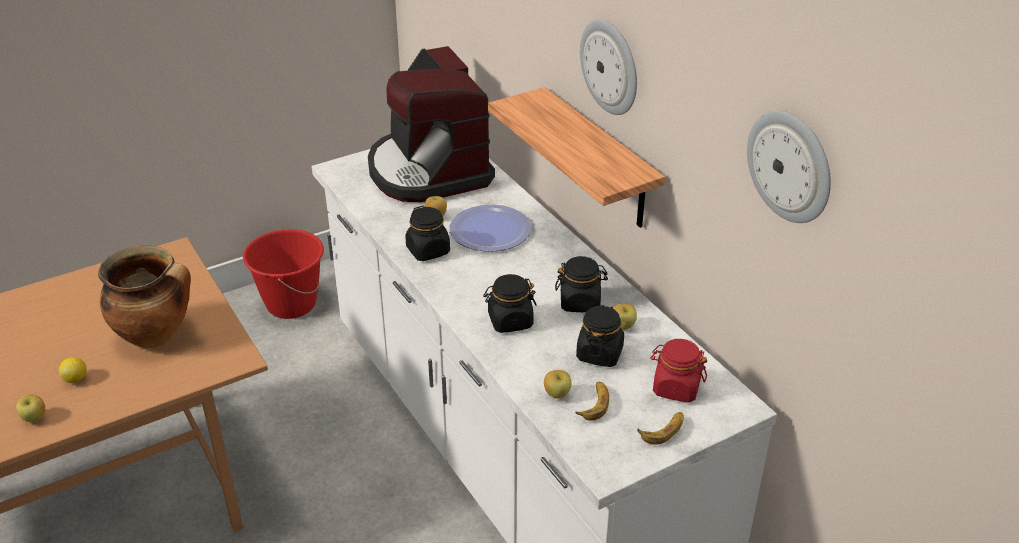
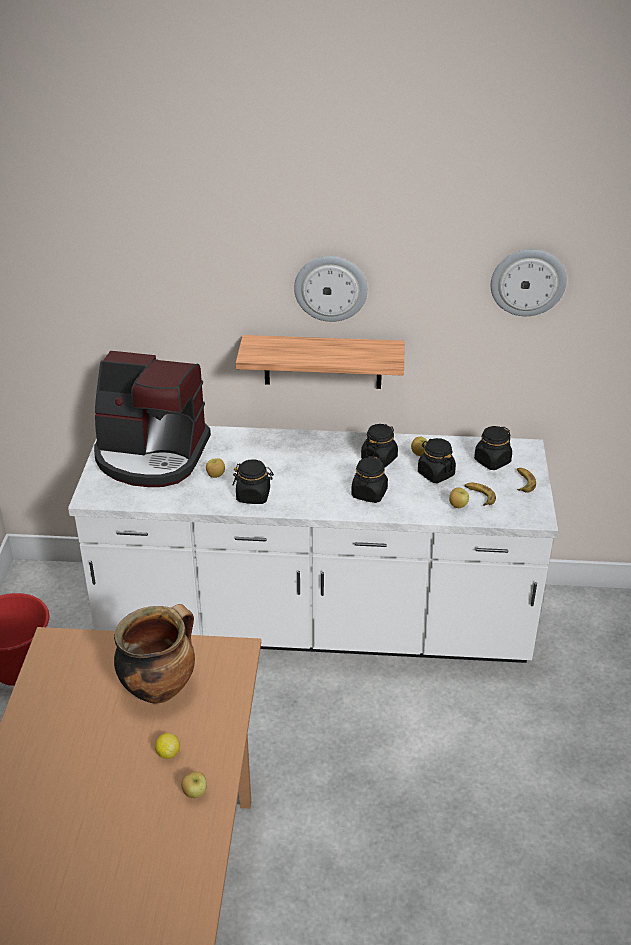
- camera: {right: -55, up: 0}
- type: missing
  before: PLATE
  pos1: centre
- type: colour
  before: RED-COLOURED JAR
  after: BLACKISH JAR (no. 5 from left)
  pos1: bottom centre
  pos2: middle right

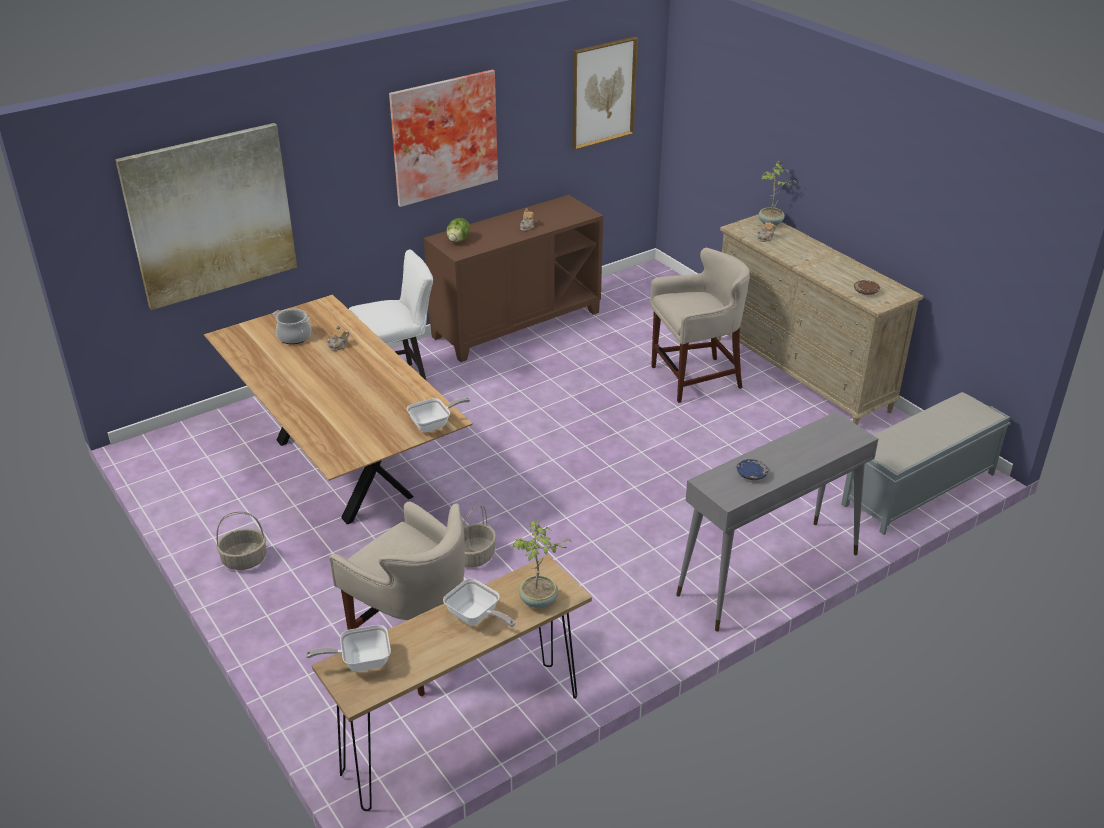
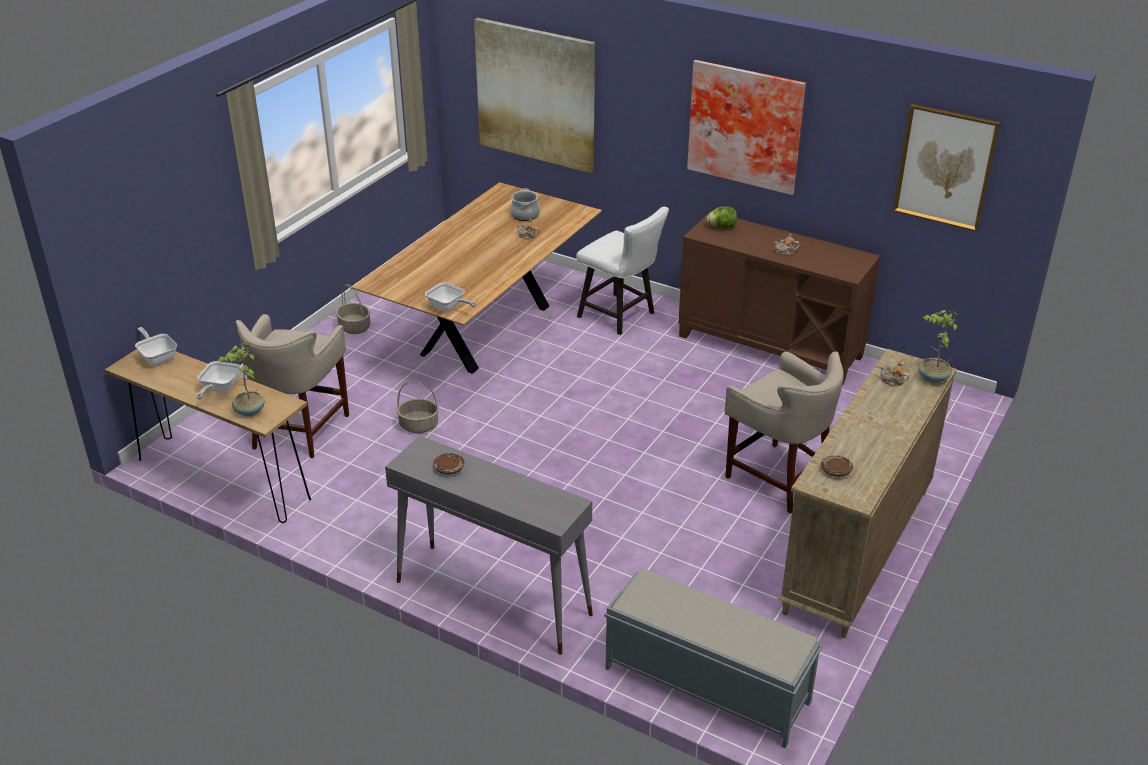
- camera: {right: 65, up: 0}
- type: colour
  before: BLUE-COLOURED PLATE
  after: BROWN-COLOURED PLATE (no. 1 from left)
  pos1: middle right
  pos2: centre

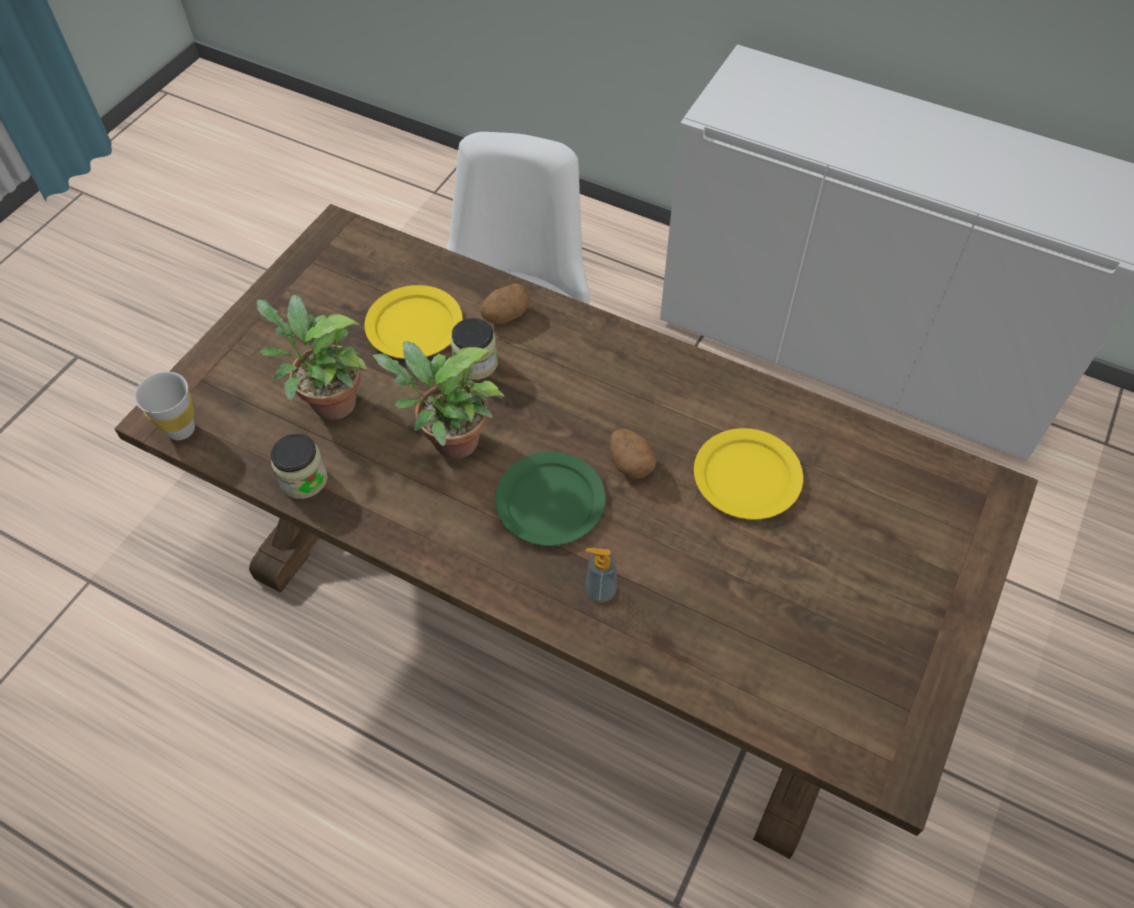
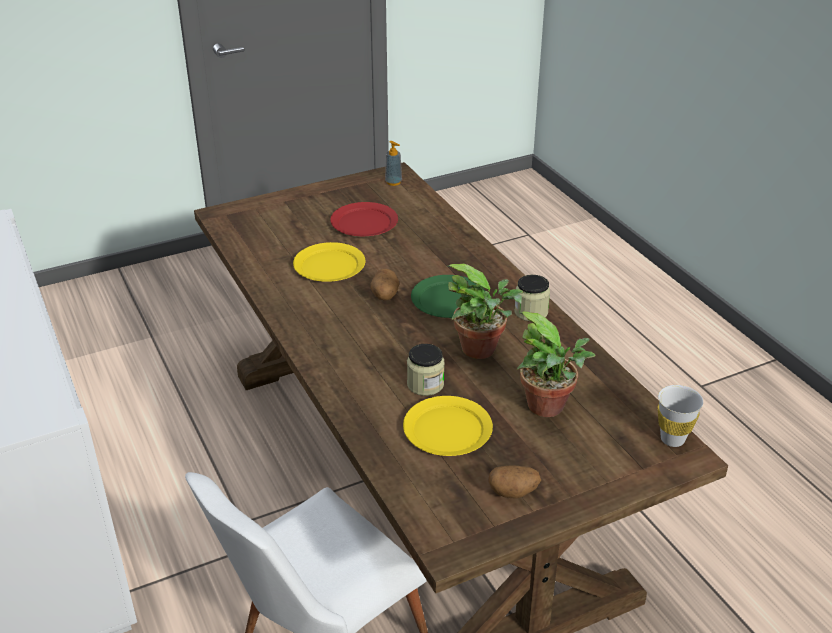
- camera: {right: -145, up: -20}
- type: appeared
  after: RED-COLOURED PLATE
  pos2: centre
- type: relocated
  before: JAR (no. 1 from left in the first image)
  after: JAR (no. 2 from left)
  pos1: middle left
  pos2: centre
- type: relocated
  before: SPUD (no. 1 from left in the first image)
  after: SPUD (no. 2 from left)
  pos1: centre
  pos2: bottom centre
- type: relocated
  before: SOAP BOTTLE
  pos1: centre
  pos2: top centre

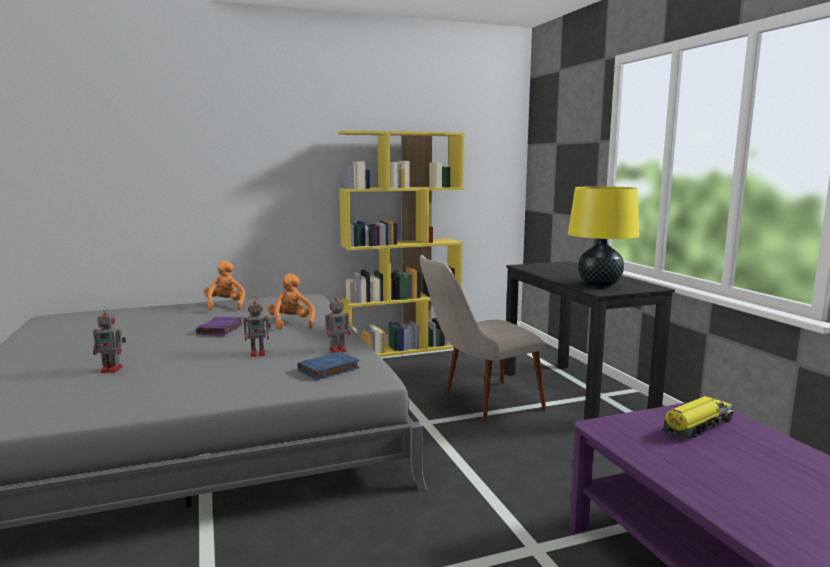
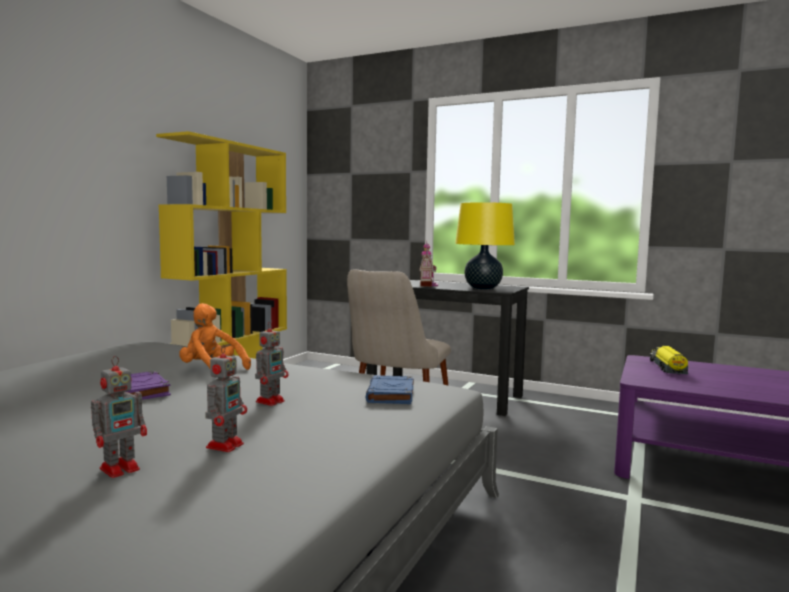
- camera: {right: -45, up: -5}
- type: missing
  before: ORANGE-COLOURED PLUSH TOY (no. 1 from left)
  pos1: middle left
- type: appeared
  after: MODEL HOUSE
  pos2: centre
- type: relocated
  before: MODEL ROBOT (no. 3 from left in the first image)
  after: MODEL ROBOT (no. 2 from left)
  pos1: centre
  pos2: bottom left

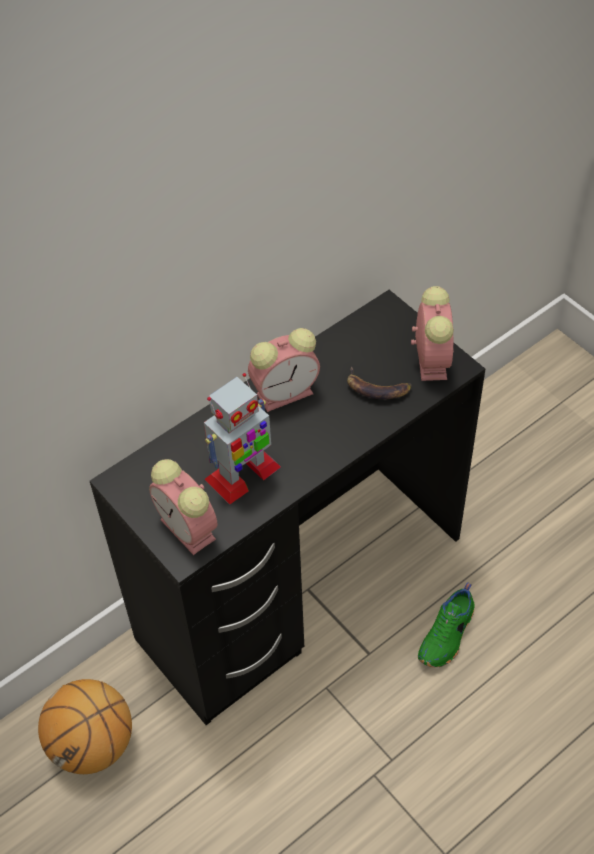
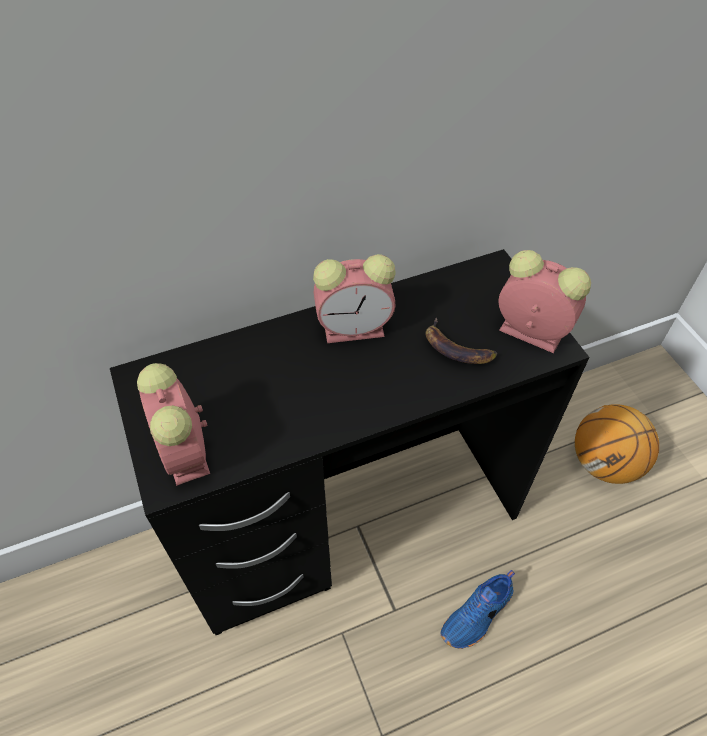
- camera: {right: 15, up: 0}
- type: missing
  before: MODEL ROBOT
  pos1: centre
- type: relocated
  before: BASKETBALL BALL
  pos1: bottom left
  pos2: middle right
- type: colour
  before: GREENISH ITEM OF FOOTWEAR
  after: BLUE-COLOURED ITEM OF FOOTWEAR
  pos1: bottom right
  pos2: bottom right
- type: spun
  before: ALARM CLOCK (no. 3 from left)
  pos1: middle right
  pos2: middle right
  turn: -75

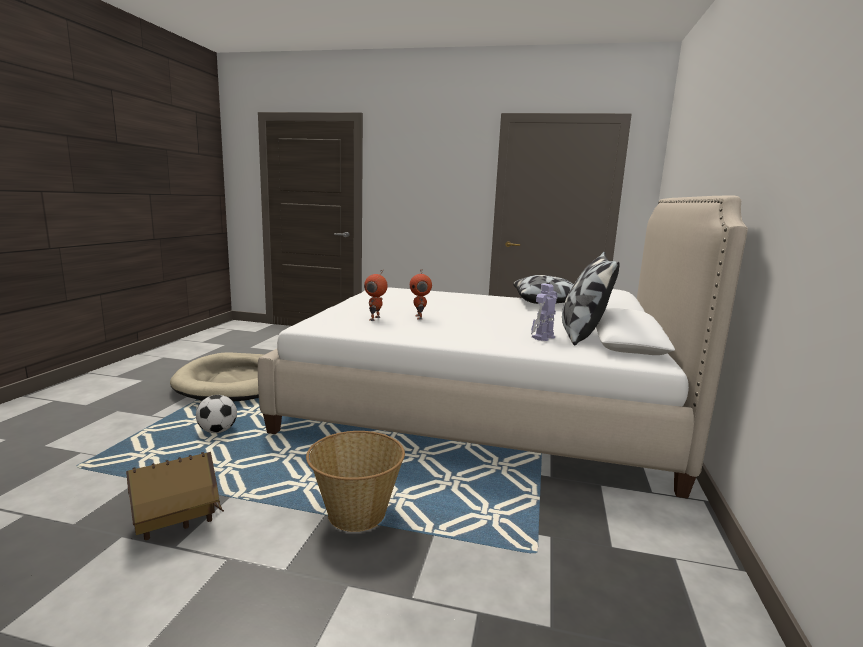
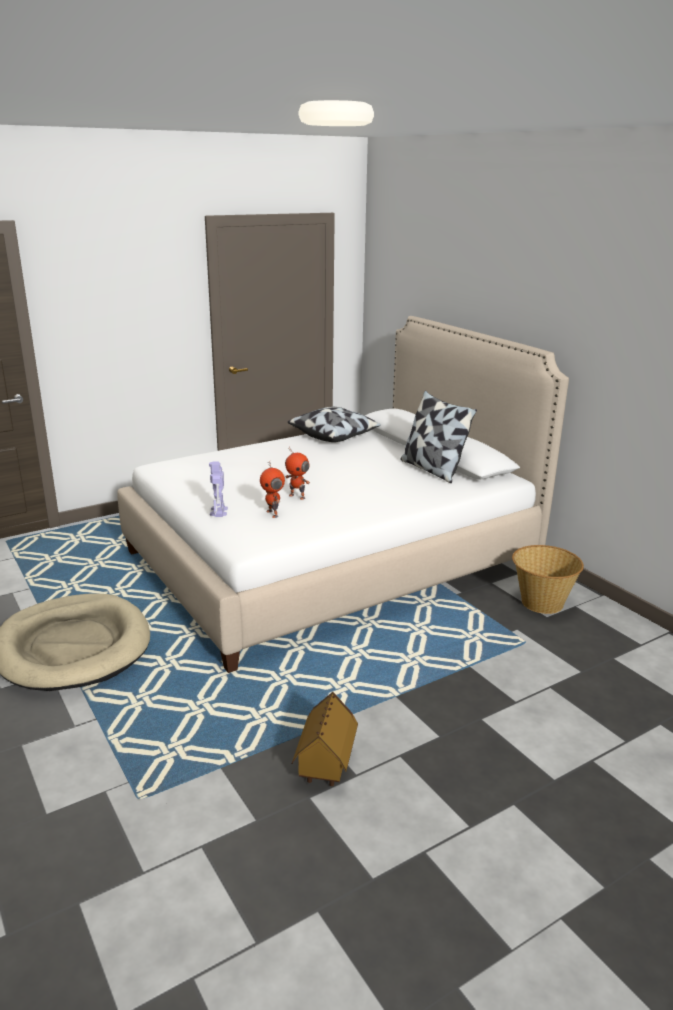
- camera: {right: -45, up: 10}
- type: missing
  before: BALL FOR FOOTBALL
  pos1: middle left
- type: relocated
  before: STORAGE BASKET
  pos1: bottom centre
  pos2: middle right
- type: relocated
  before: MODEL ROBOT (no. 3 from left in the first image)
  after: MODEL ROBOT (no. 1 from left)
  pos1: centre
  pos2: middle left

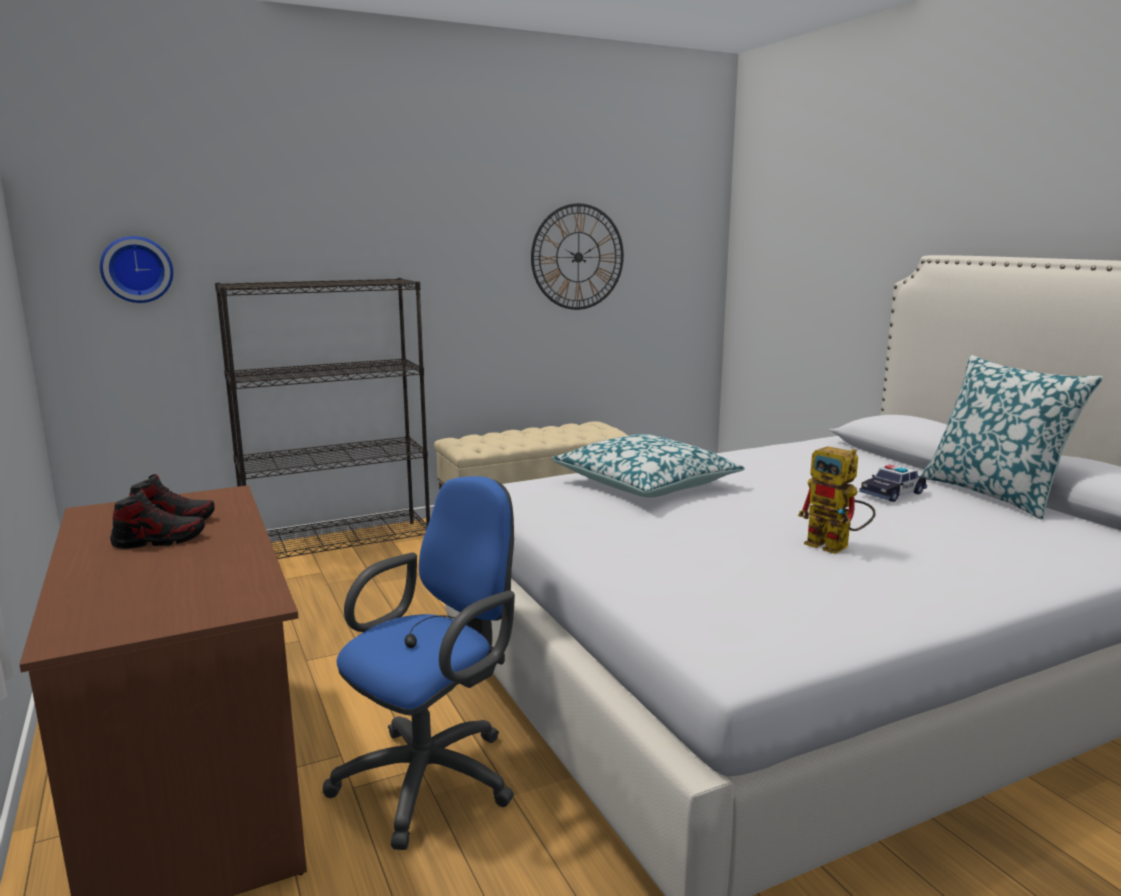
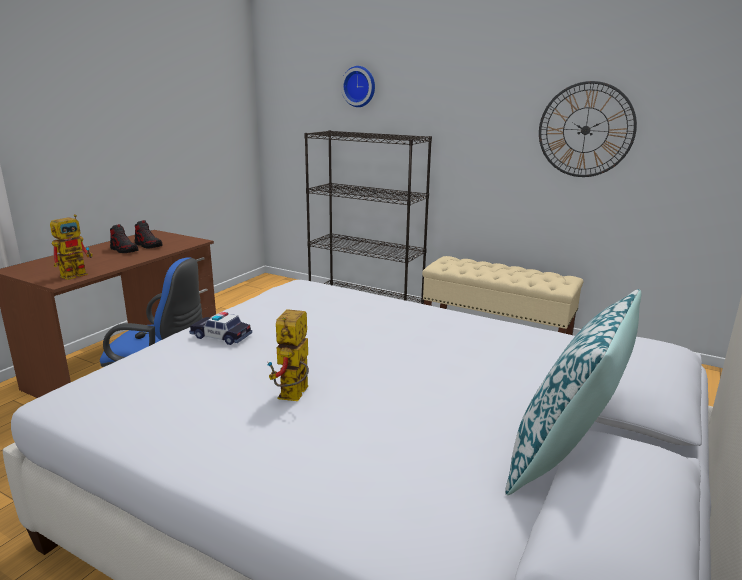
- camera: {right: 55, up: 5}
- type: missing
  before: CUSHION (no. 1 from left)
  pos1: centre
- type: appeared
  after: MODEL ROBOT (no. 1 from left)
  pos2: middle left
- type: relocated
  before: WALL CLOCK (no. 1 from left)
  pos1: top left
  pos2: top centre
- type: relocated
  before: MINIATURE CAR
  pos1: middle right
  pos2: middle left

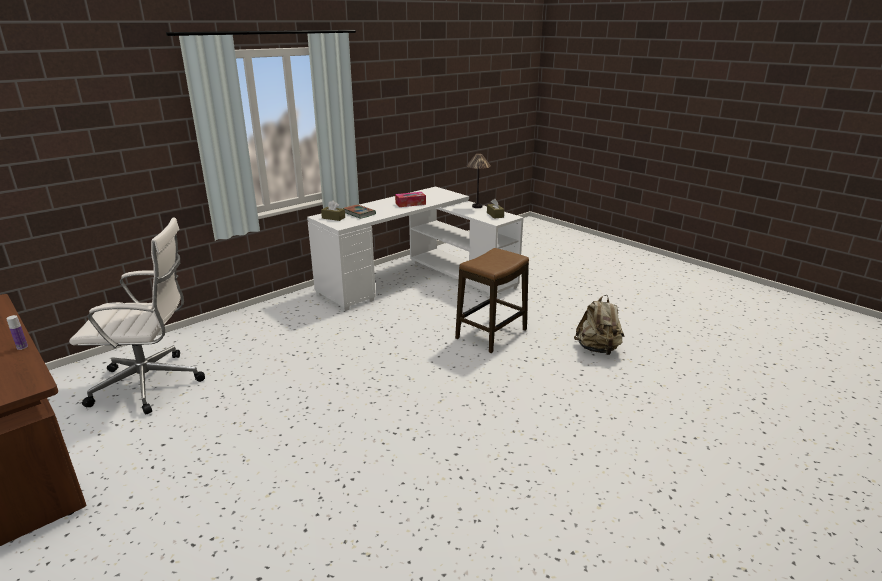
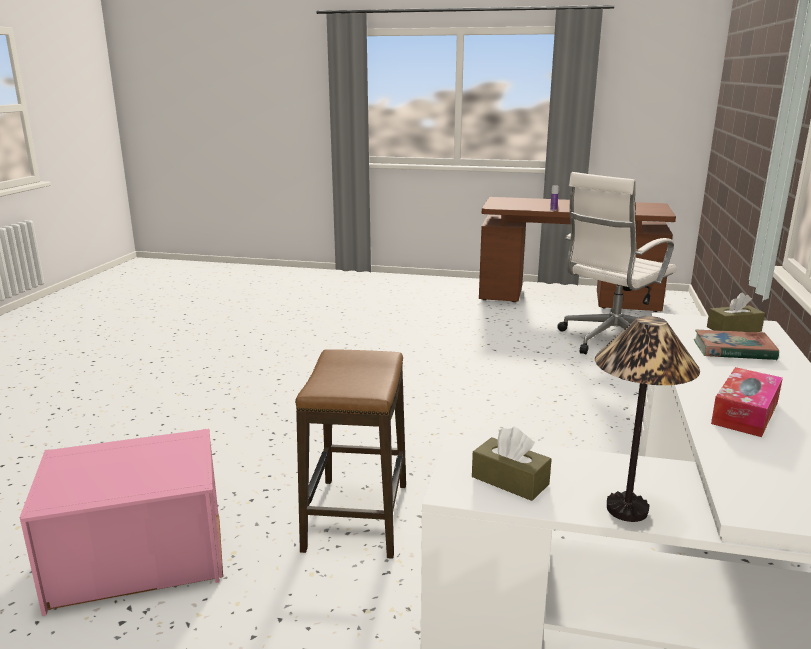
- camera: {right: 145, up: -5}
- type: exchanged
  before: SAND-COLOURED KNAPSACK
  after: PINKISH STORAGE BIN
  pos1: middle right
  pos2: bottom left

